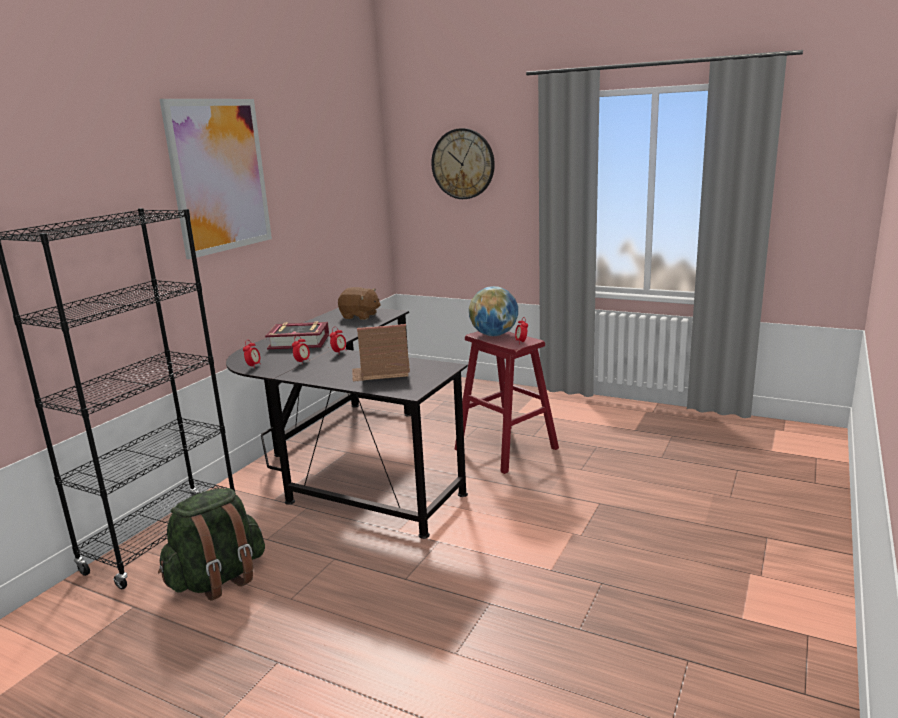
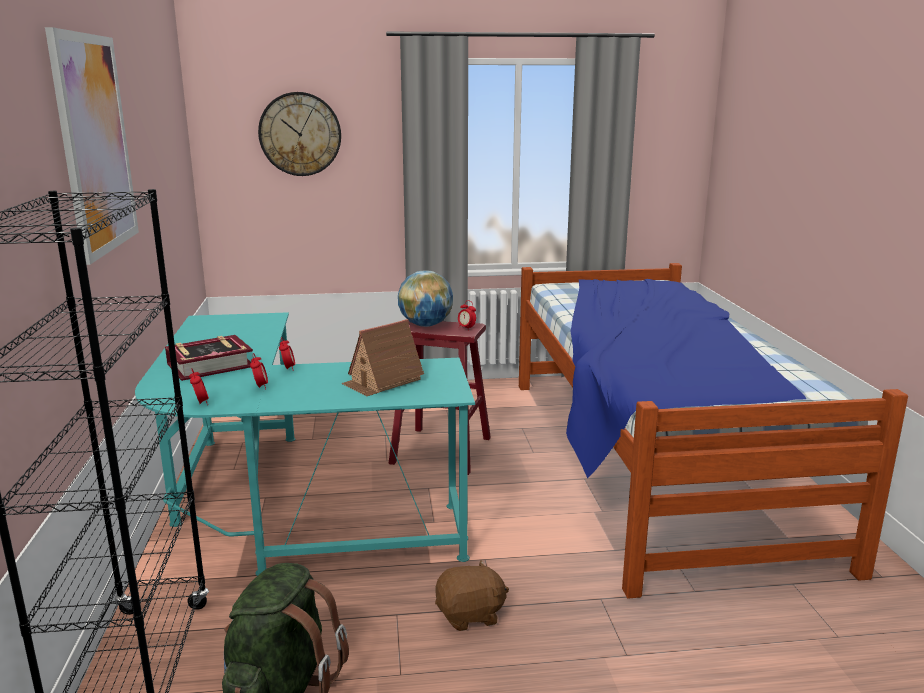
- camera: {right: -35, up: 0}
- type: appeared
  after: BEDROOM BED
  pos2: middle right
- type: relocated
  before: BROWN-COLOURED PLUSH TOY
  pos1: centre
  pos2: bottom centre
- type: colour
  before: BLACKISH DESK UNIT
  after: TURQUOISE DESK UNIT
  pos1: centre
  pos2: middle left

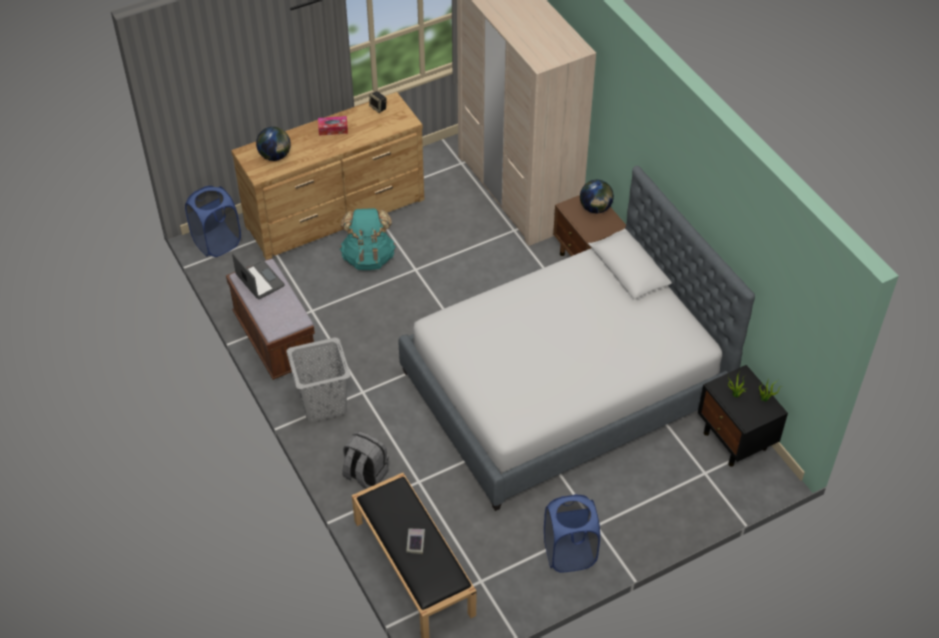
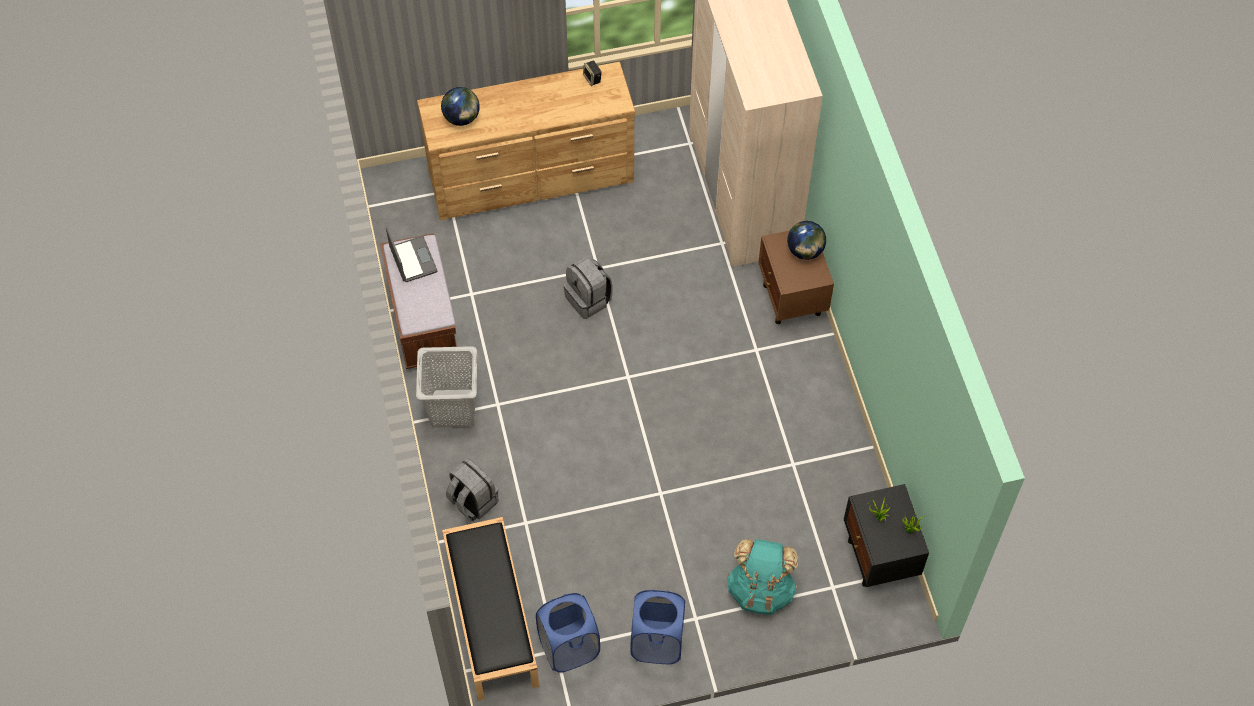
- camera: {right: 15, up: 10}
- type: missing
  before: TISSUE BOX
  pos1: top centre
- type: missing
  before: BEDROOM BED
  pos1: centre
- type: missing
  before: VOLUME
  pos1: bottom centre
- type: appeared
  after: GRAY KNAPSACK (no. 2 from left)
  pos2: centre
- type: relocated
  before: BLUE-COLOURED LAUNDRY BASKET (no. 1 from left)
  pos1: middle left
  pos2: bottom centre
- type: relocated
  before: TURQUOISE KNAPSACK
  pos1: centre
  pos2: bottom centre

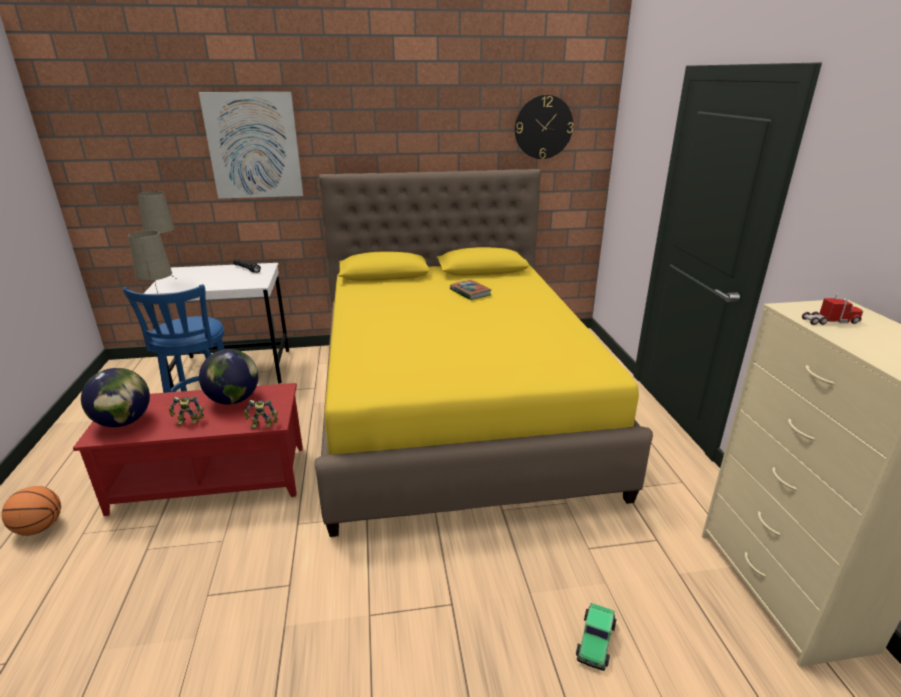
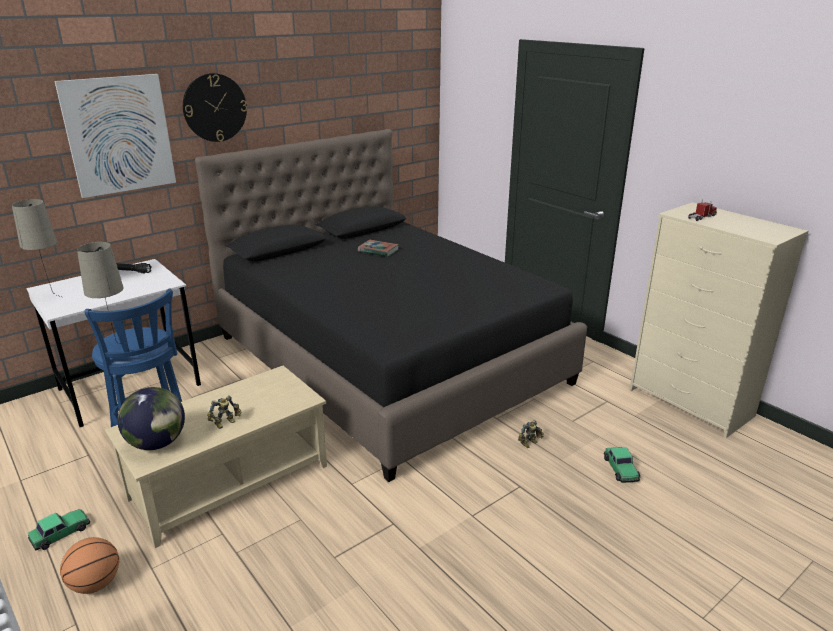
- camera: {right: -30, up: 0}
- type: missing
  before: GLOBE (no. 2 from left)
  pos1: middle left
- type: appeared
  after: MINIATURE CAR (no. 1 from left)
  pos2: bottom left
- type: relocated
  before: MODEL ROBOT (no. 2 from left)
  pos1: middle left
  pos2: bottom centre
- type: relocated
  before: WALL CLOCK
  pos1: top centre
  pos2: top left
- type: colour
  before: RED-COLOURED COFFEE TABLE
  after: SAND-COLOURED COFFEE TABLE
  pos1: middle left
  pos2: bottom left
- type: colour
  before: YELLOWISH BEDROOM BED
  after: BLACKISH BEDROOM BED
  pos1: centre
  pos2: centre

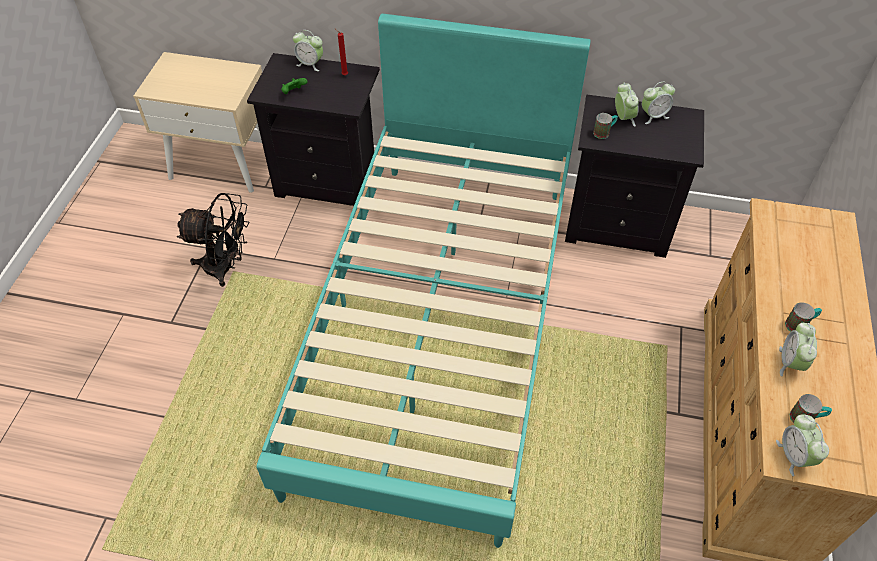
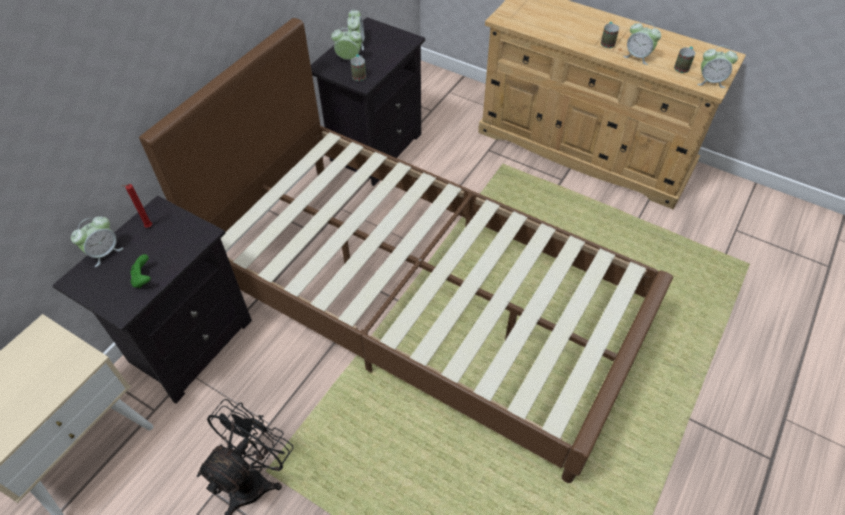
- camera: {right: -70, up: 0}
- type: colour
  before: TURQUOISE BEDROOM BED
  after: BROWN-COLOURED BEDROOM BED
  pos1: centre
  pos2: centre

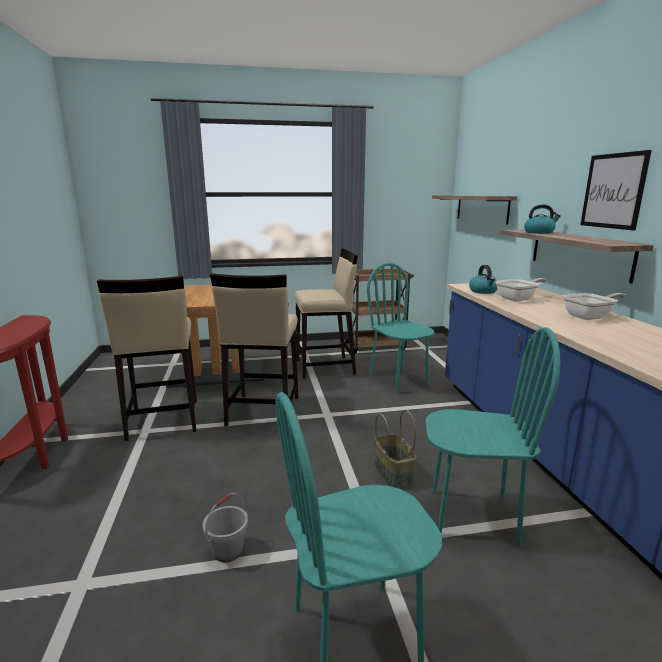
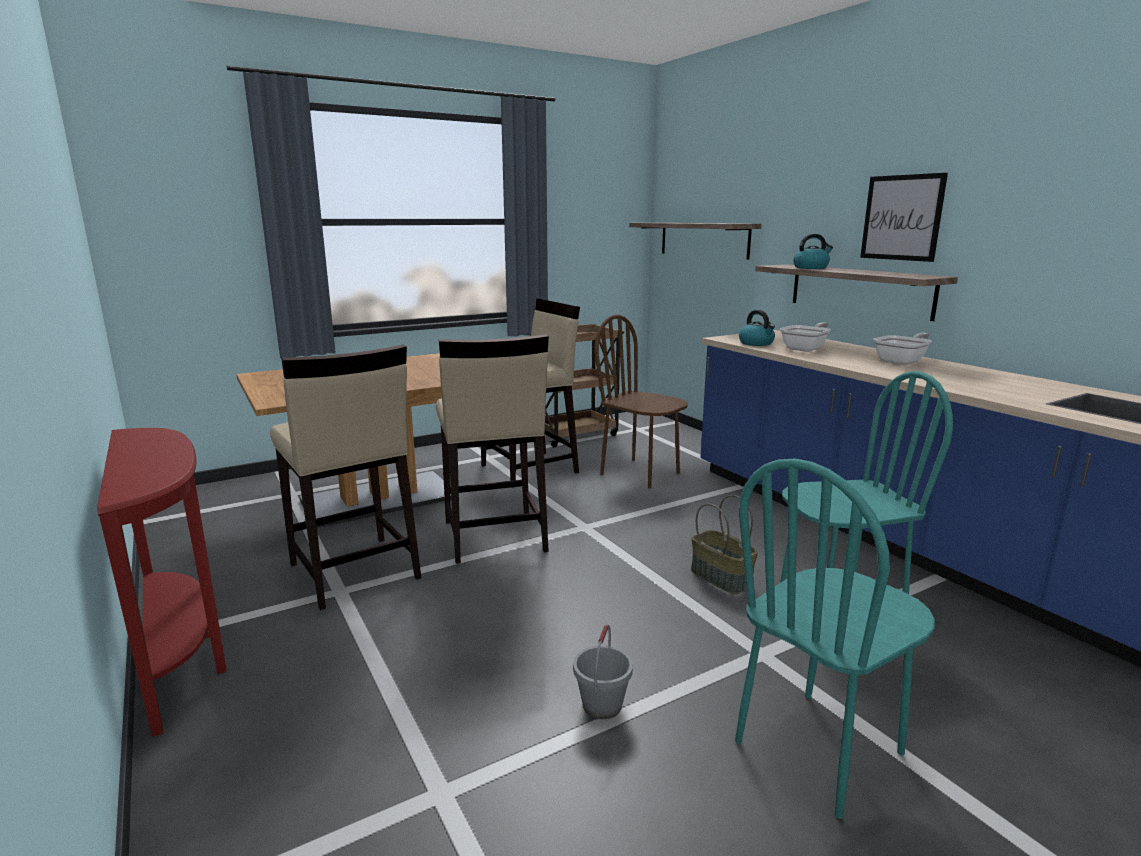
- camera: {right: -20, up: 0}
- type: colour
  before: TURQUOISE CHAIR (no. 2 from left)
  after: BROWN-COLOURED CHAIR
  pos1: centre
  pos2: centre

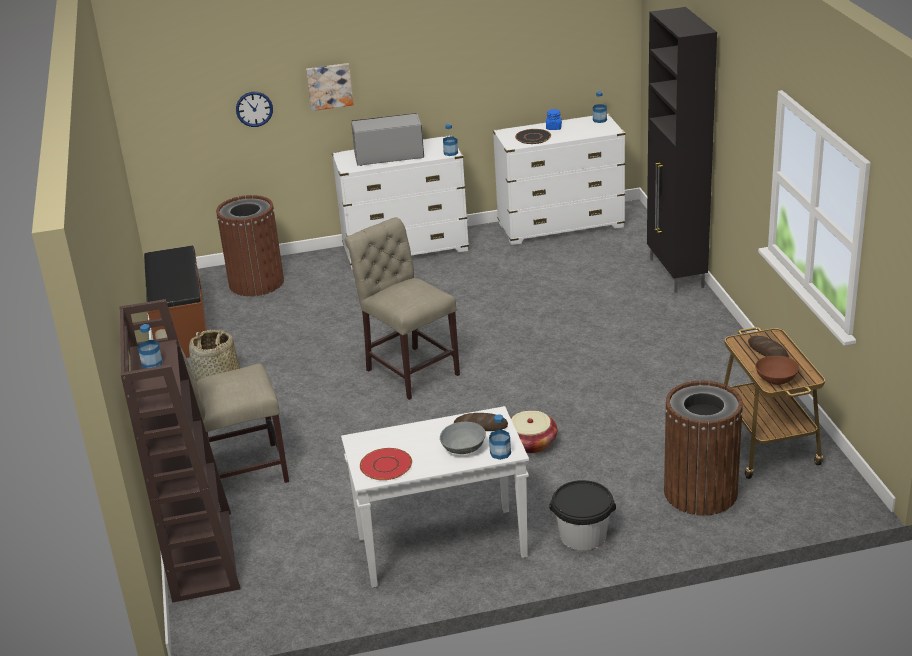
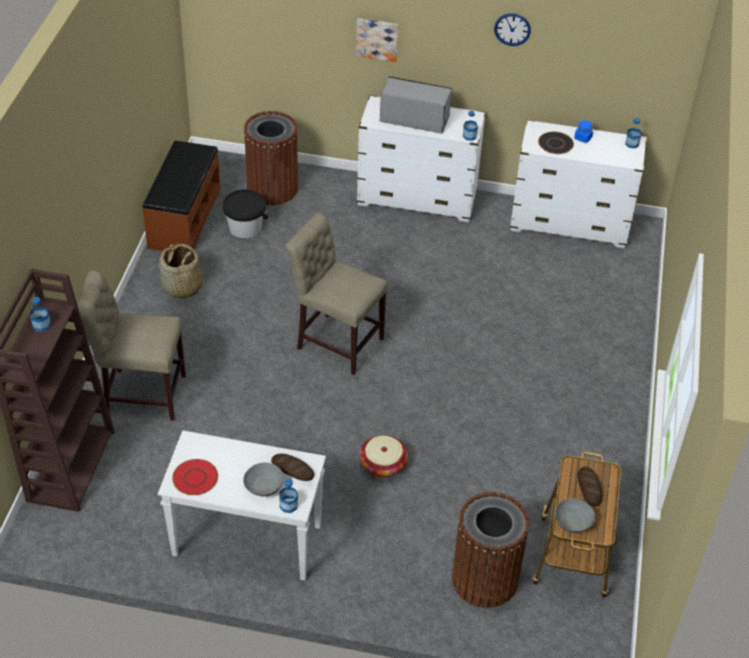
- camera: {right: 20, up: 15}
- type: missing
  before: BLACKISH CABINET
  pos1: top right
- type: relocated
  before: WALL CLOCK
  pos1: top left
  pos2: top right
- type: relocated
  before: BLACKISH WATER BUCKET
  pos1: bottom centre
  pos2: top left
- type: colour
  before: BROWN-COLOURED BOWL
  after: GRAY BOWL (no. 2 from left)
  pos1: middle right
  pos2: bottom right
- type: spun
  before: SAND-COLOURED CHAIR (no. 2 from left)
  pos1: centre
  pos2: centre
  turn: -45

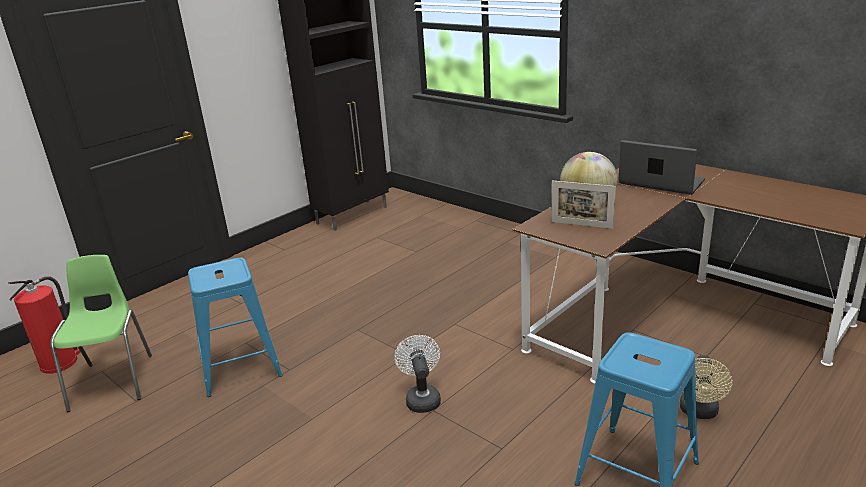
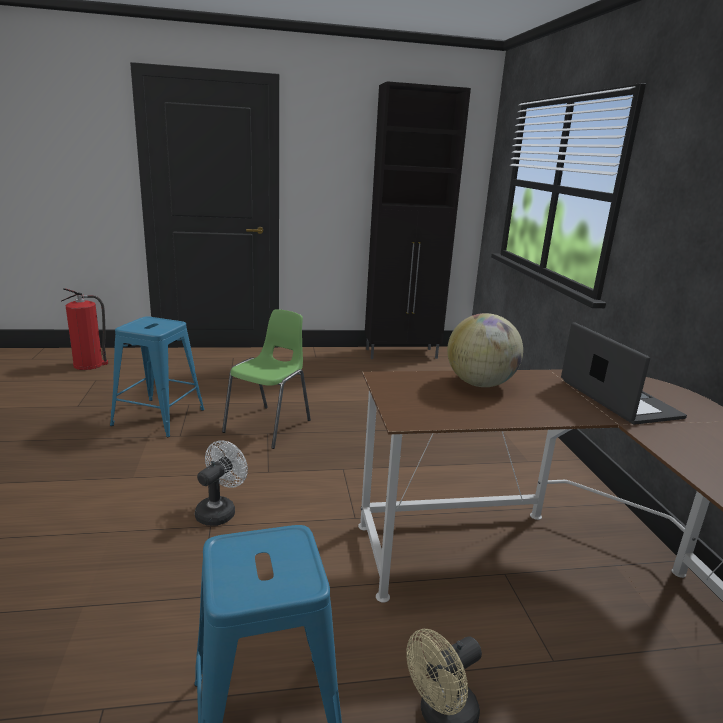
- camera: {right: 35, up: -5}
- type: missing
  before: PHOTO FRAME
  pos1: middle right
- type: relocated
  before: GREENISH CHAIR
  pos1: bottom left
  pos2: centre

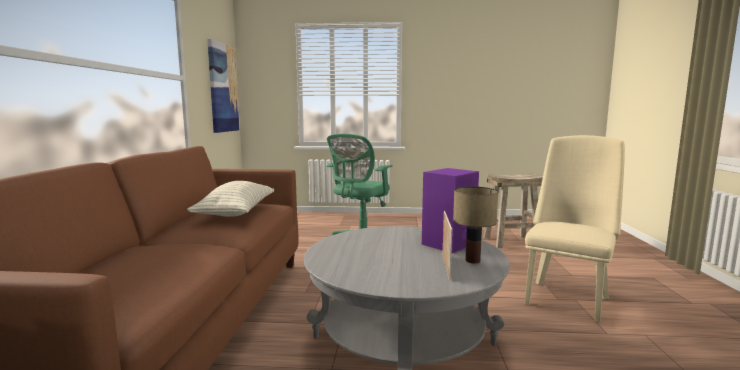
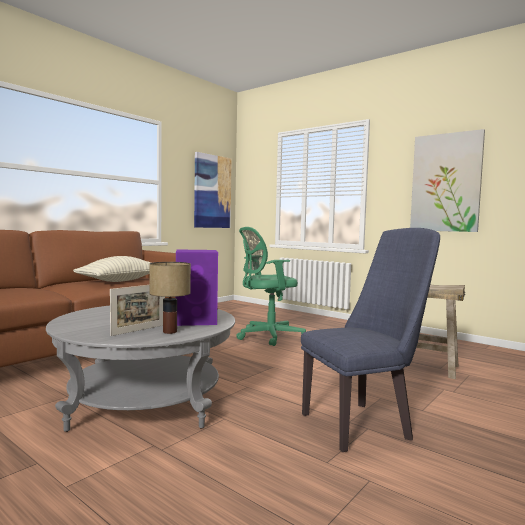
- camera: {right: 35, up: -5}
- type: appeared
  after: WALL PICTURE (no. 2 from left)
  pos2: middle right
- type: colour
  before: SAND-COLOURED CHAIR
  after: BLUE-COLOURED CHAIR
  pos1: middle right
  pos2: middle right

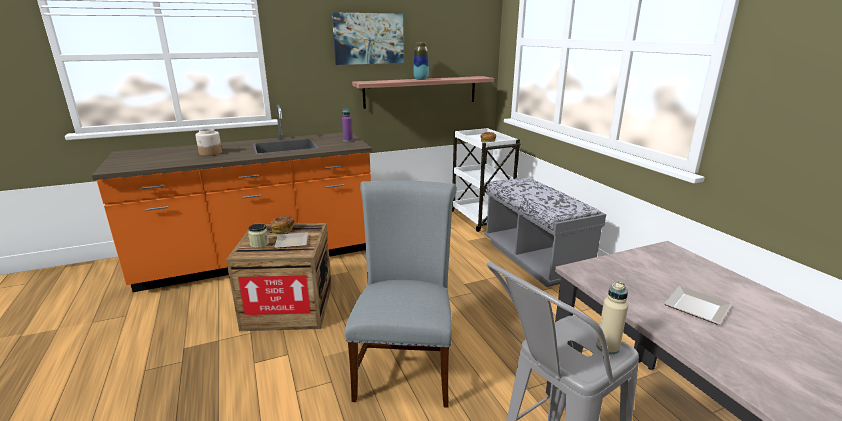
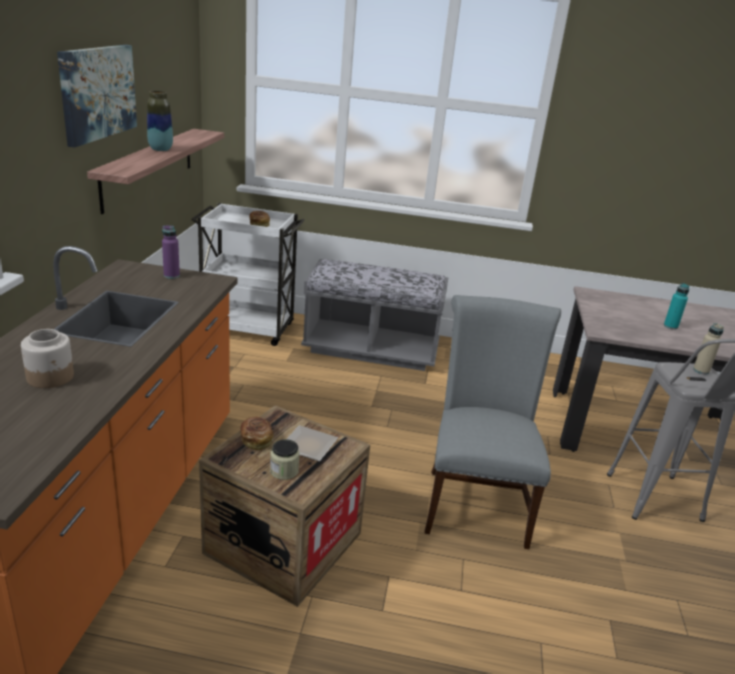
- camera: {right: -60, up: 5}
- type: exchanged
  before: PLATE (no. 2 from left)
  after: TURQUOISE BOTTLE
  pos1: bottom right
  pos2: middle right
- type: spun
  before: GRAY CHAIR
  pos1: bottom centre
  pos2: middle right
  turn: 60

